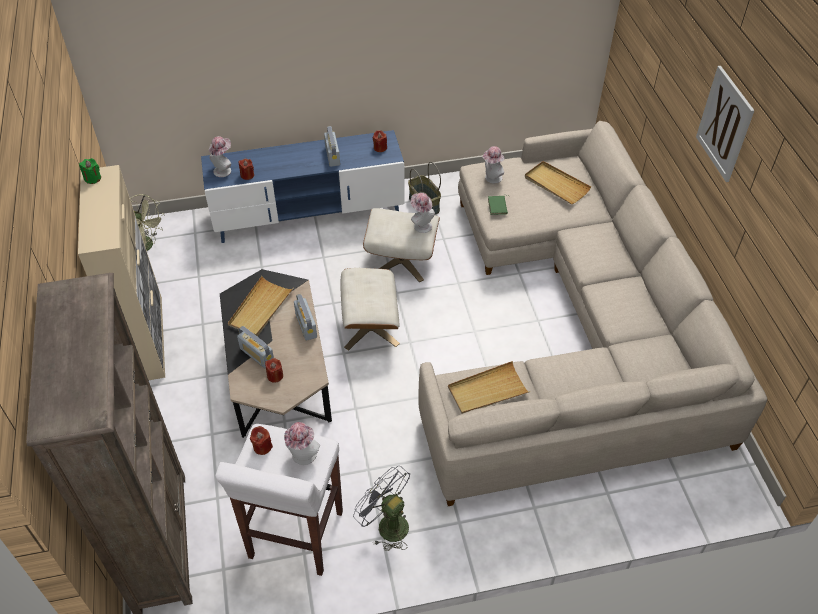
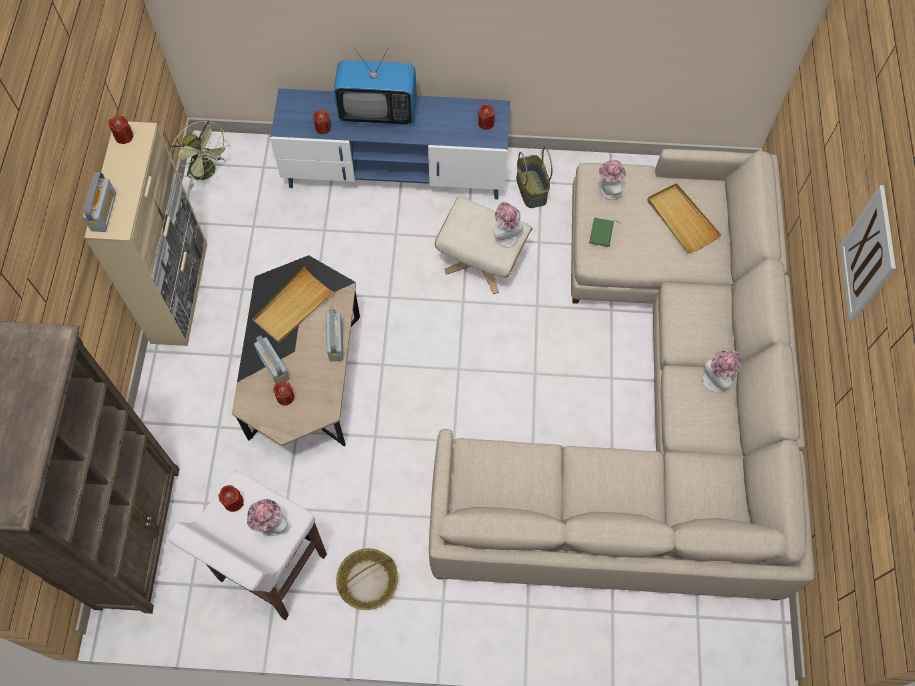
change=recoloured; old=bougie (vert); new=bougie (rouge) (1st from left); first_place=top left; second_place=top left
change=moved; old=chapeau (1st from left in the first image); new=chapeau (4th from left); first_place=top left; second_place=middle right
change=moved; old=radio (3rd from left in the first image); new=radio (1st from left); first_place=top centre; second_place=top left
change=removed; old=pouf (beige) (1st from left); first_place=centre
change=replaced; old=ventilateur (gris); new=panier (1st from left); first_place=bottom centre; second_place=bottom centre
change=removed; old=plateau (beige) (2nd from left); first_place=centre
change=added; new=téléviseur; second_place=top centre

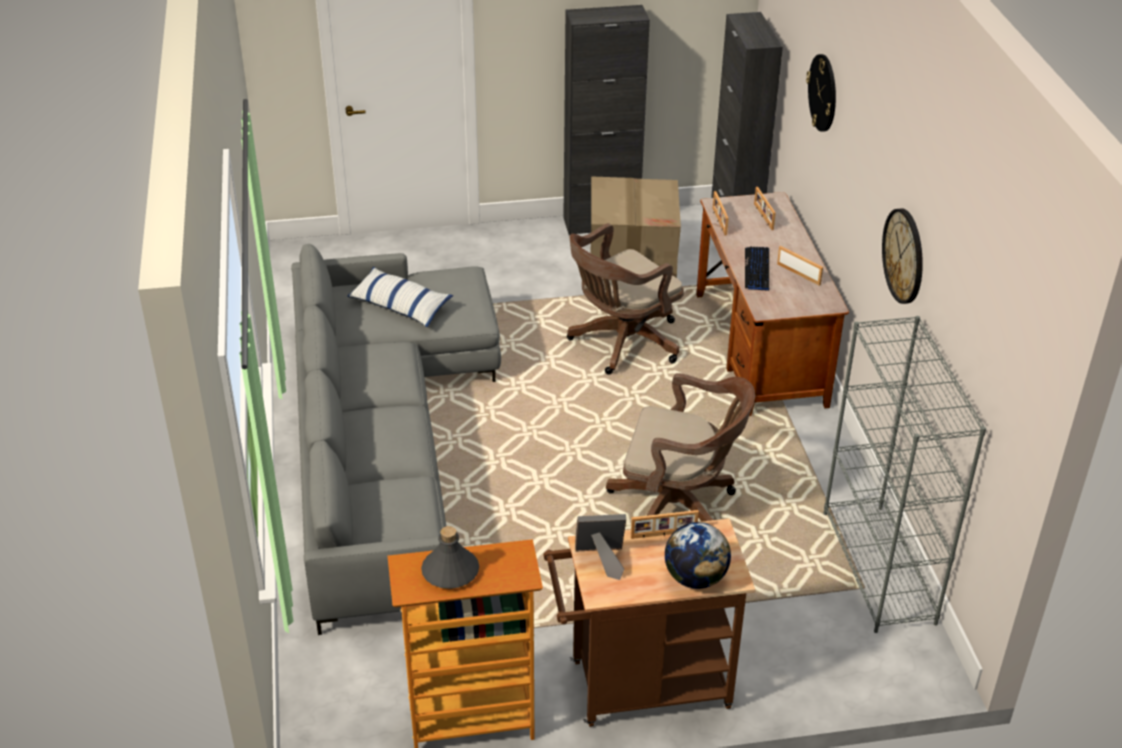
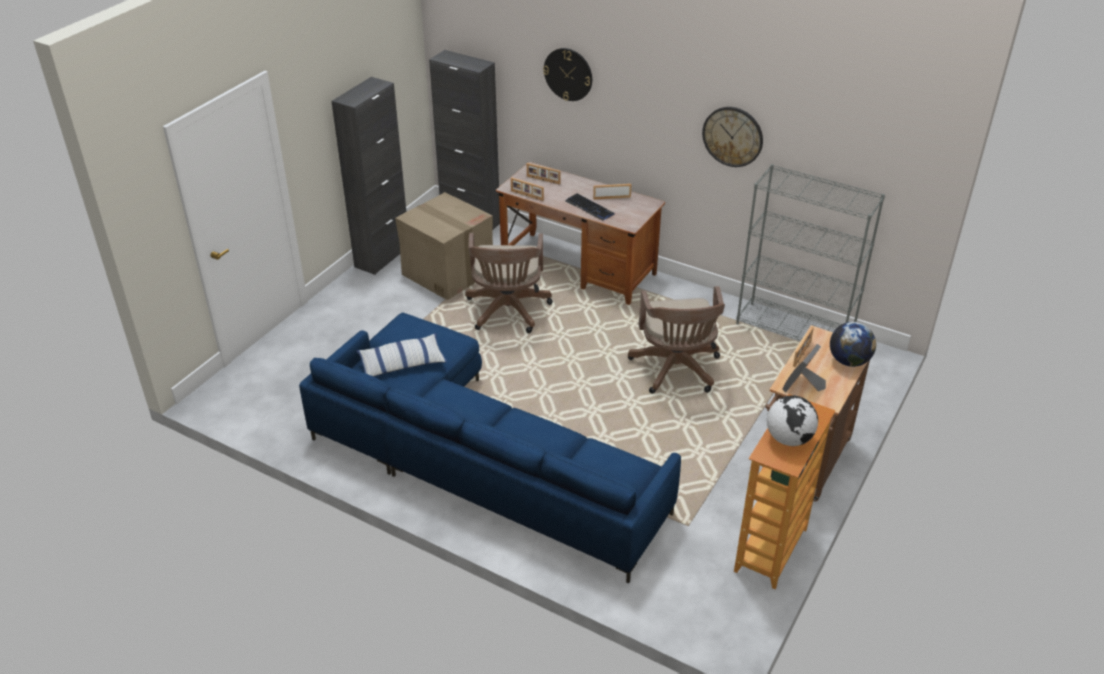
change=recoloured; old=canapé (gris); new=canapé (bleu); first_place=centre; second_place=centre
change=replaced; old=bouteille (gris); new=globe (1st from left); first_place=bottom centre; second_place=middle right
change=turned; old=chaise de bureau (marron) (2nd from left); first_place=centre; second_place=centre; degrees=120

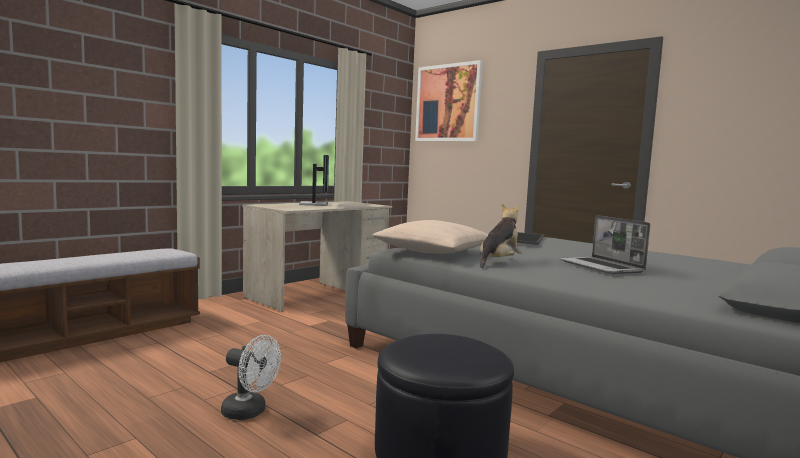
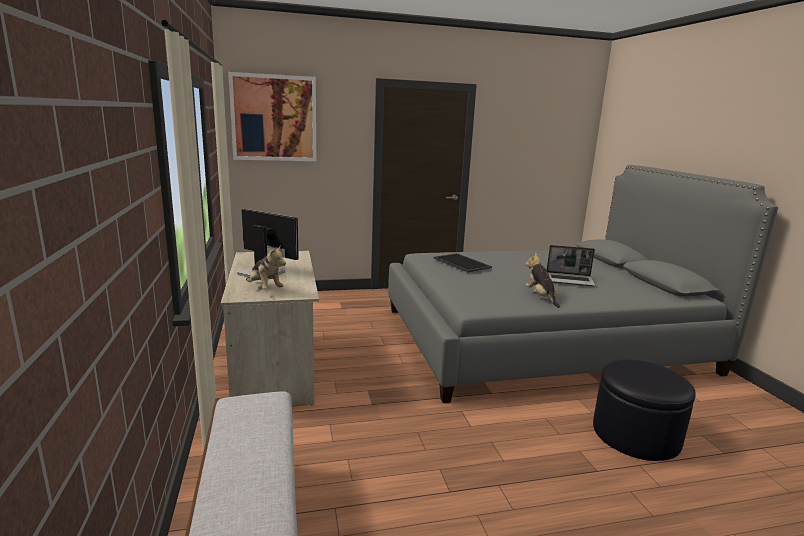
change=removed; old=ventilateur (blanc); first_place=bottom left
change=removed; old=coussin (beige); first_place=centre
change=added; new=peluche (1st from left); second_place=middle left

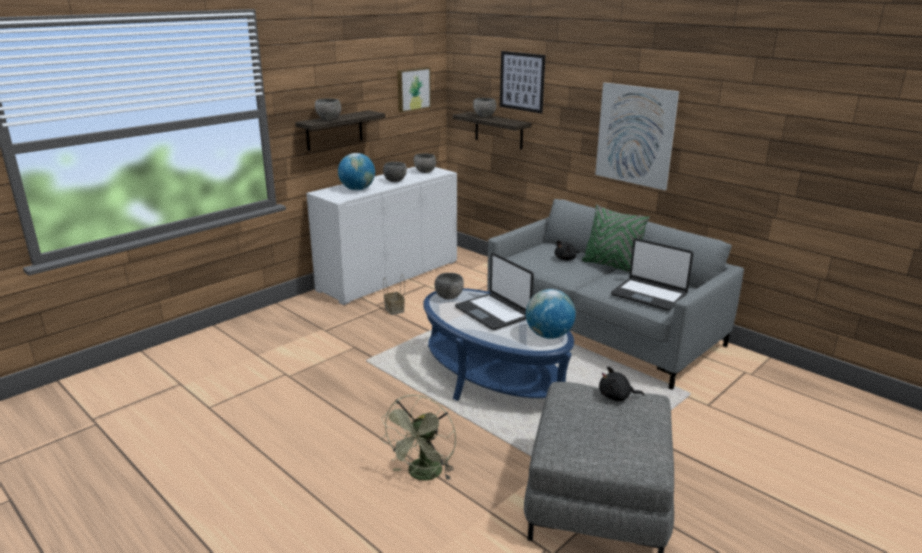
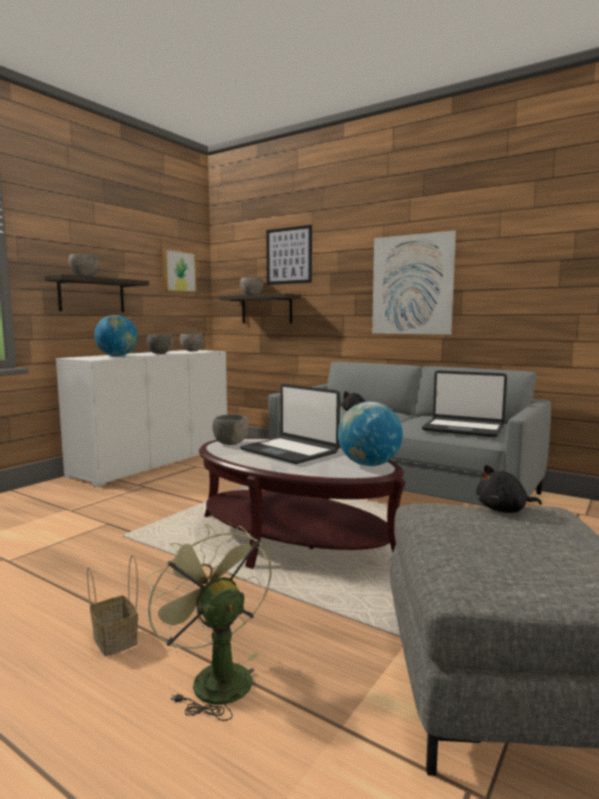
change=turned; old=ventilateur (vert); first_place=bottom centre; second_place=bottom centre; degrees=135
change=moved; old=panier; first_place=centre; second_place=bottom left
change=recoloured; old=table basse (bleu); new=table basse (marron); first_place=centre; second_place=centre
change=removed; old=coussin (vert); first_place=middle right

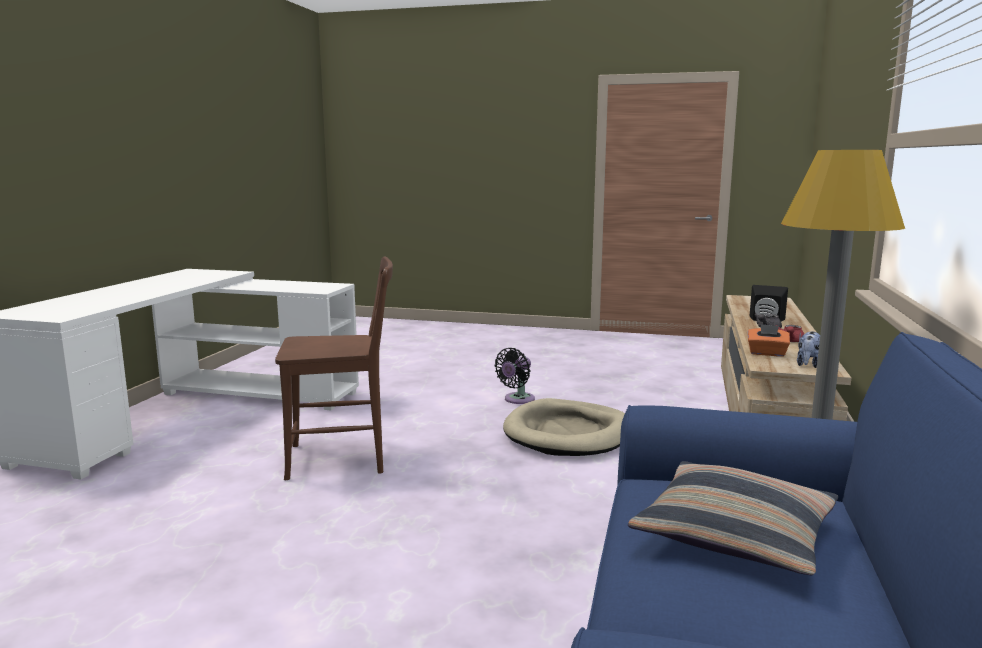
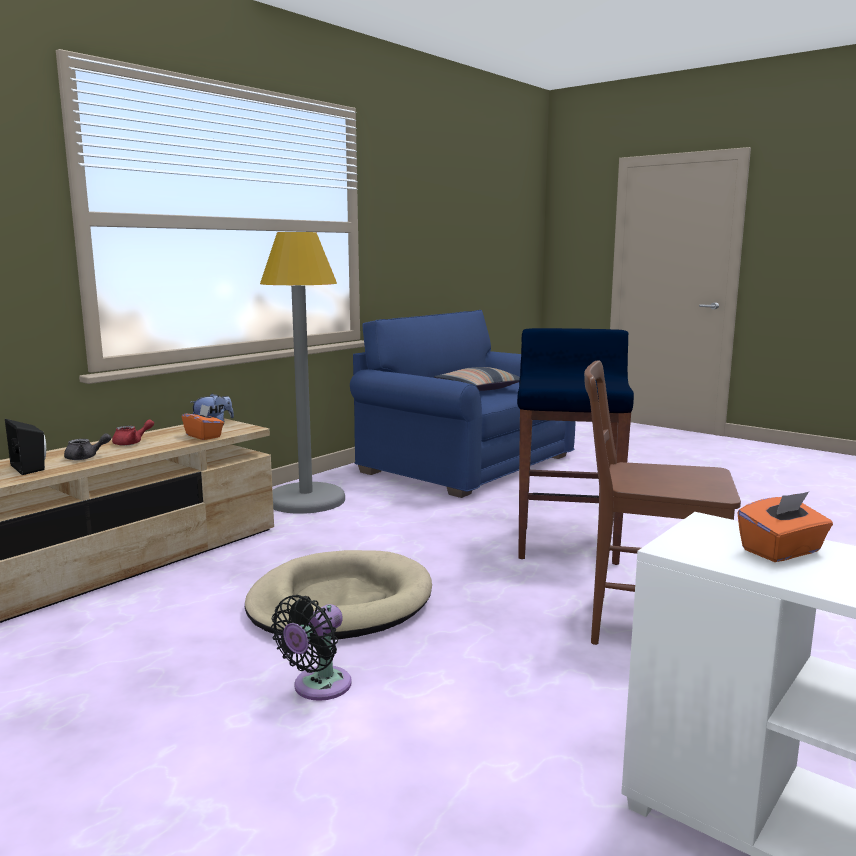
change=turned; old=ventilateur (noir); first_place=centre; second_place=bottom centre; degrees=150
change=added; new=tabouret (bleu); second_place=middle right
change=added; new=boîte à mouchoirs (orange) (2nd from left); second_place=middle right

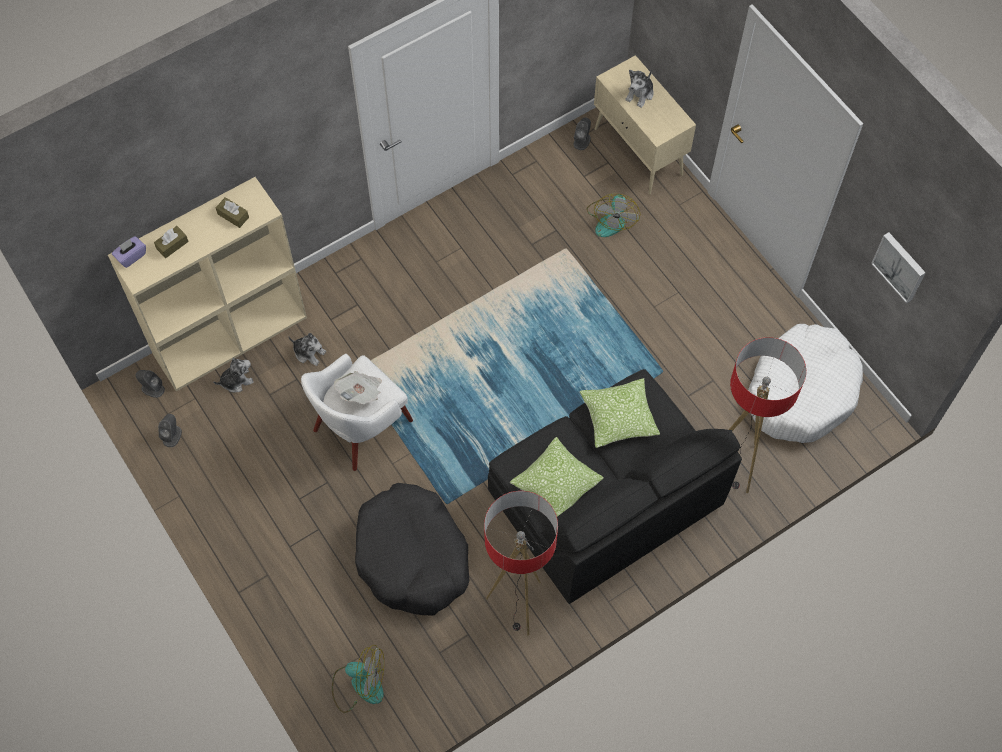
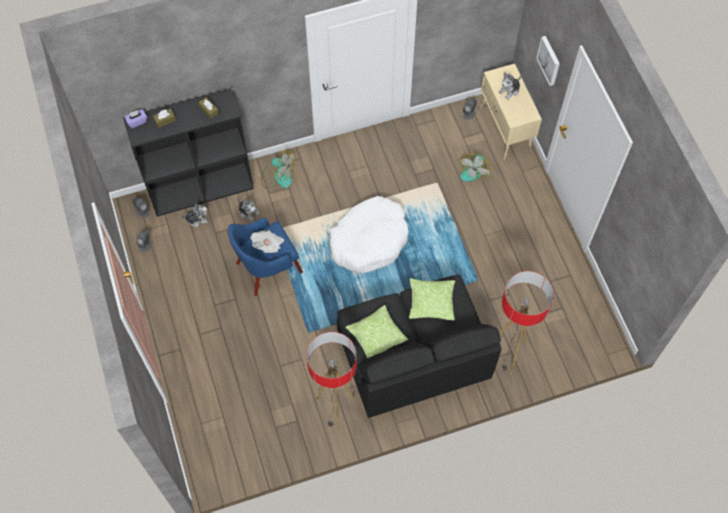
change=recoloured; old=bibliothèque (beige); new=bibliothèque (noir); first_place=middle left; second_place=top left
change=recoloured; old=fauteuil (blanc); new=fauteuil (bleu); first_place=centre; second_place=centre
change=moved; old=ventilateur (1st from left); first_place=bottom centre; second_place=top centre
change=removed; old=panier pour chien (noir); first_place=bottom centre
change=moved; old=panier pour chien (blanc); first_place=middle right; second_place=centre
change=moved; old=tableau; first_place=middle right; second_place=top right

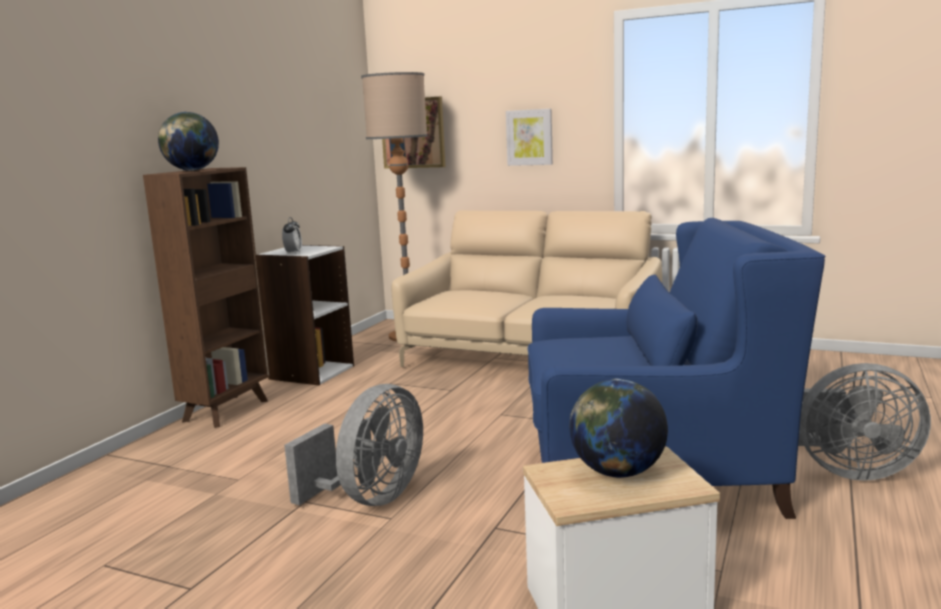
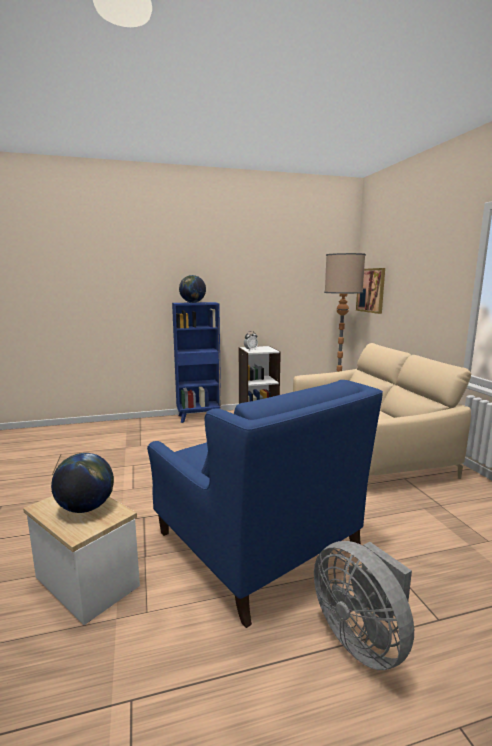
change=recoloured; old=bibliothèque (marron); new=bibliothèque (bleu); first_place=middle left; second_place=centre
change=removed; old=ventilateur (gris) (1st from left); first_place=bottom centre
change=removed; old=tableau (2nd from left); first_place=top centre

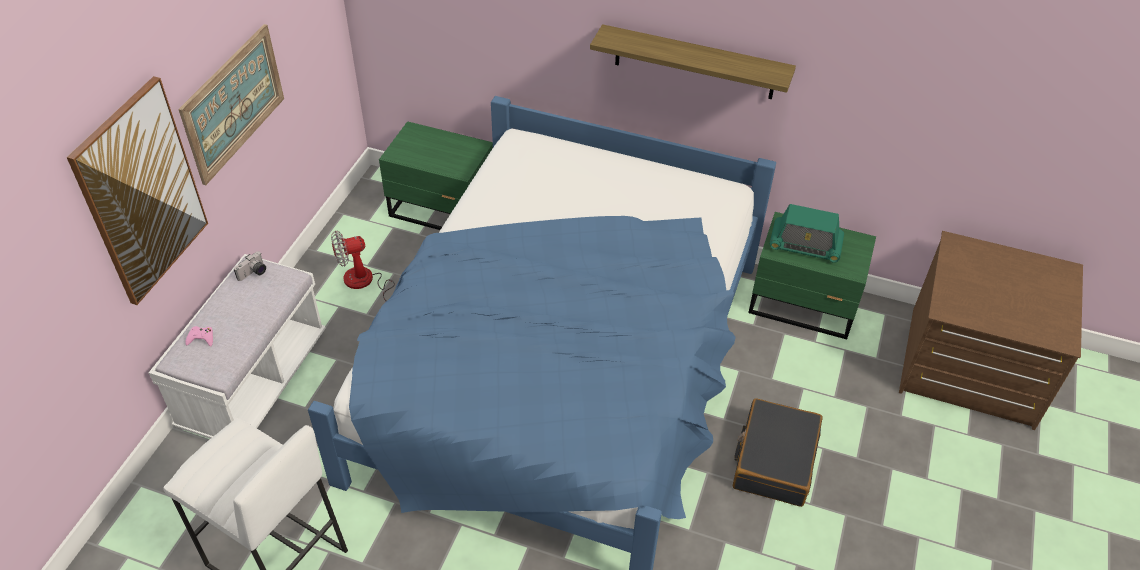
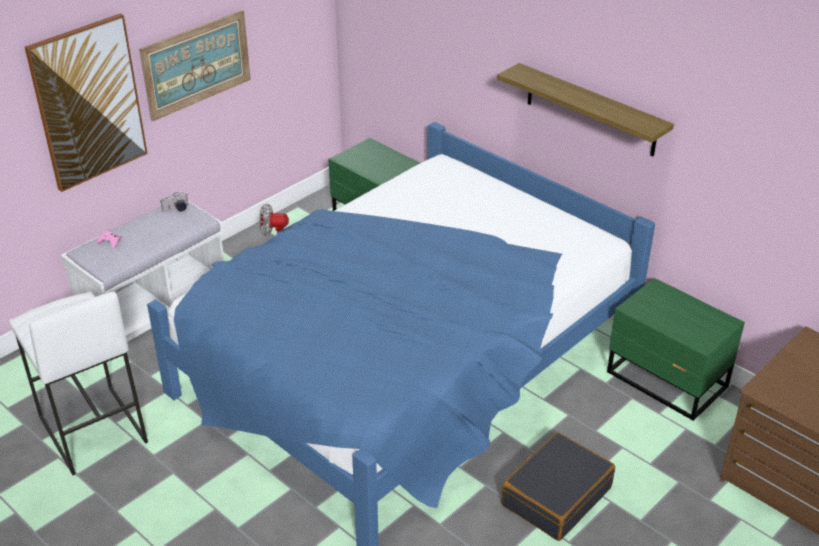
change=removed; old=radio; first_place=middle right

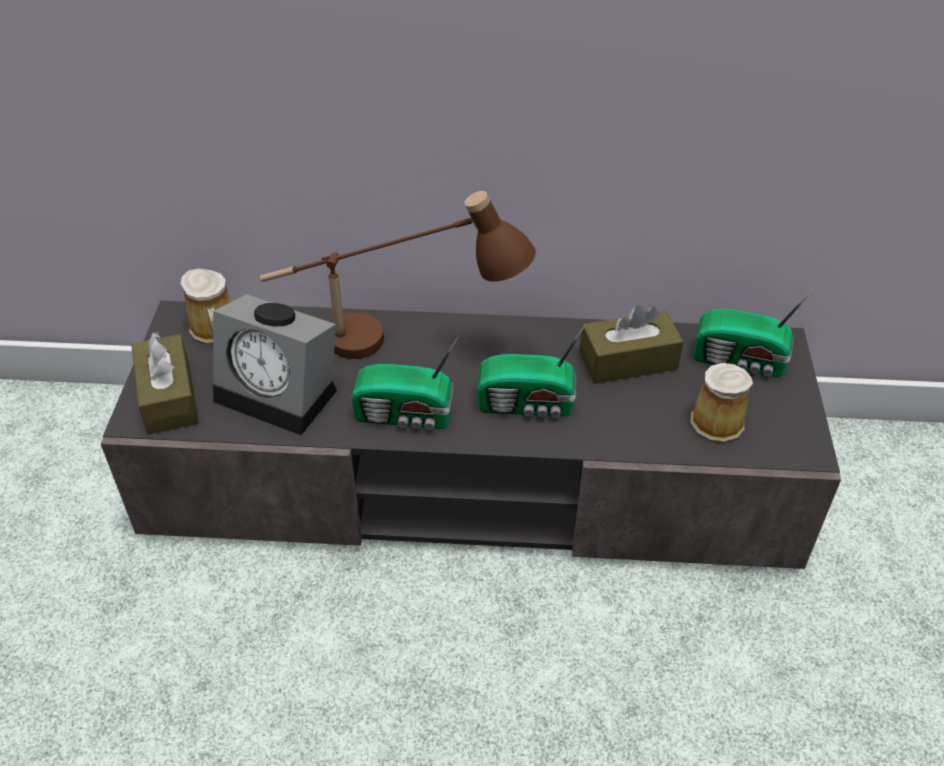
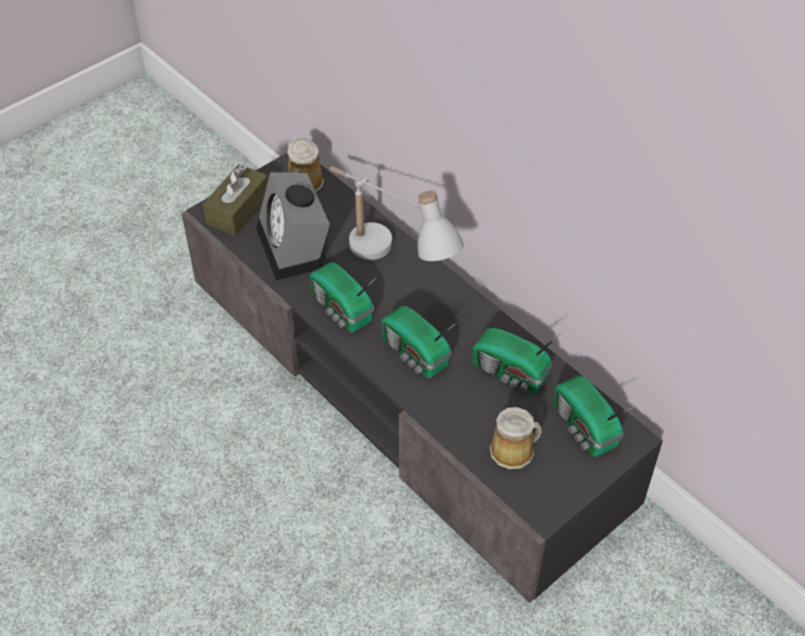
change=recoloured; old=lampe de table (marron); new=lampe de table (blanc); first_place=centre; second_place=centre
change=replaced; old=boîte à mouchoirs (marron) (2nd from left); new=radio (3rd from left); first_place=middle right; second_place=centre

